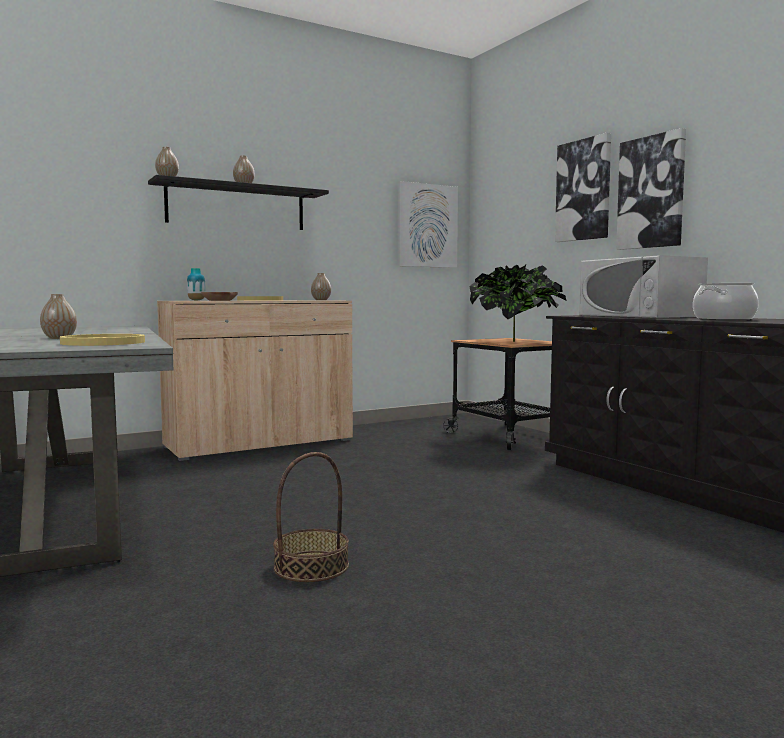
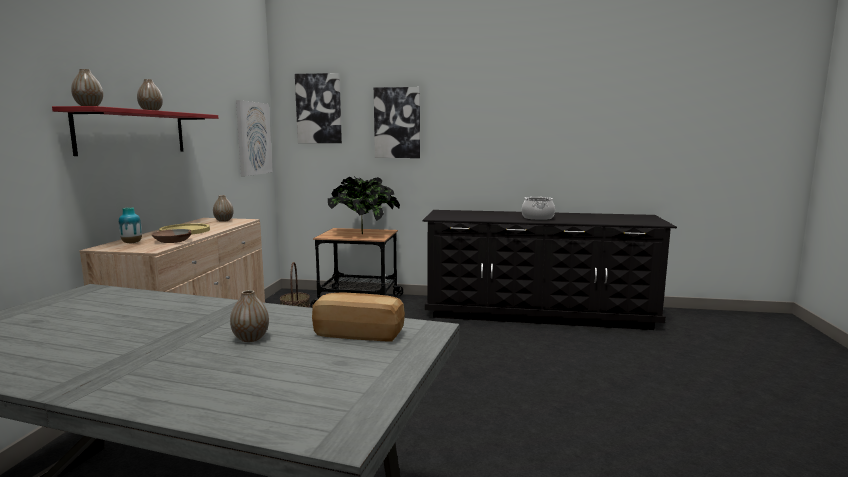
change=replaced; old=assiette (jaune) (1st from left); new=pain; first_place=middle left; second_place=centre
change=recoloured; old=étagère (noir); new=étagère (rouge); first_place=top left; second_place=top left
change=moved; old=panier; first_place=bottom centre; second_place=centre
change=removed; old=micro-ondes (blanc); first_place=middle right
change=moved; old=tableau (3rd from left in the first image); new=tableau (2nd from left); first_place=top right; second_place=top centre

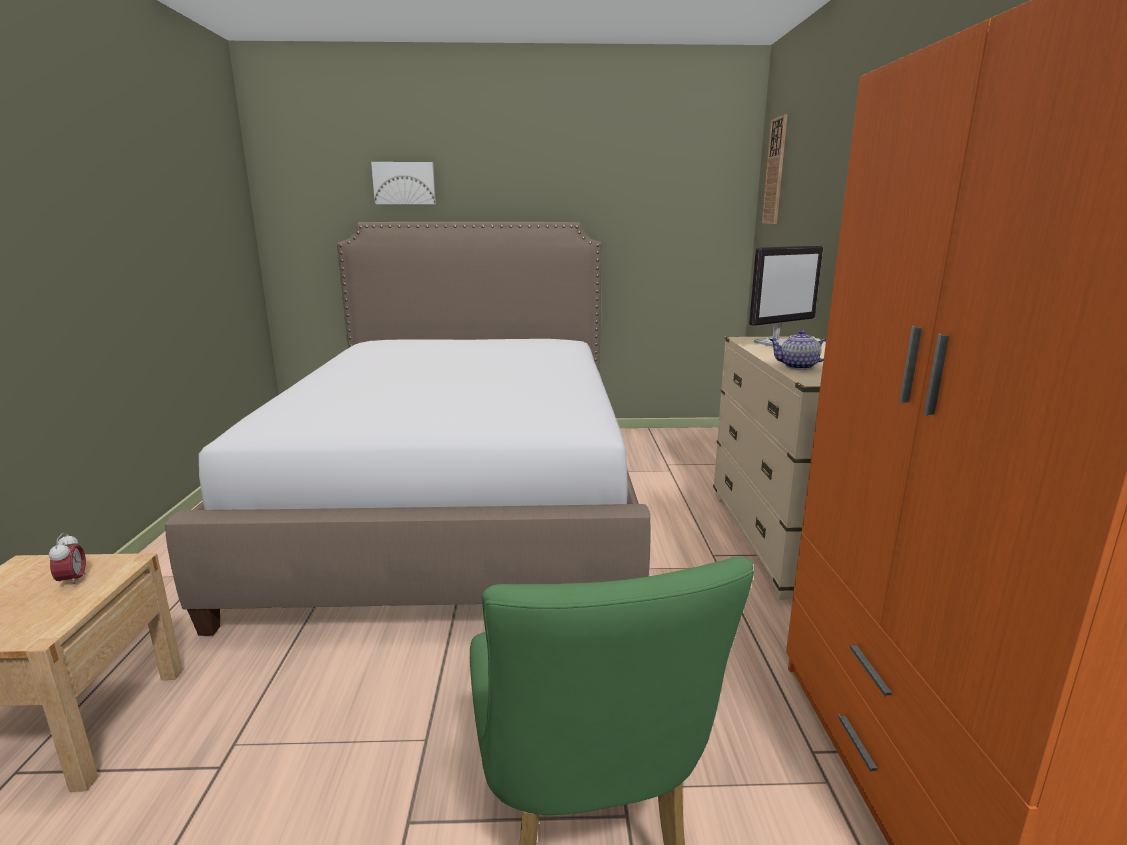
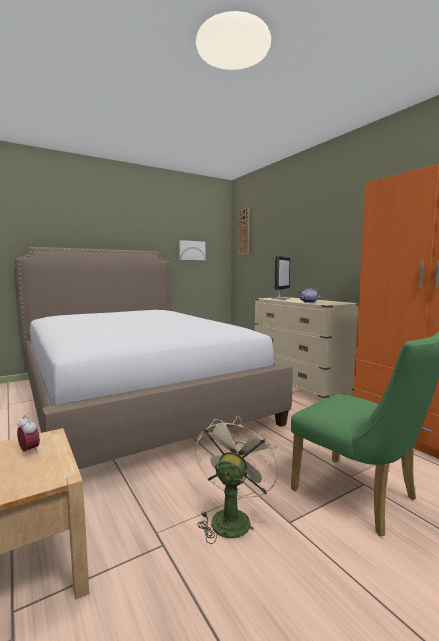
change=moved; old=tableau; first_place=top centre; second_place=centre
change=added; new=ventilateur (beige); second_place=bottom centre

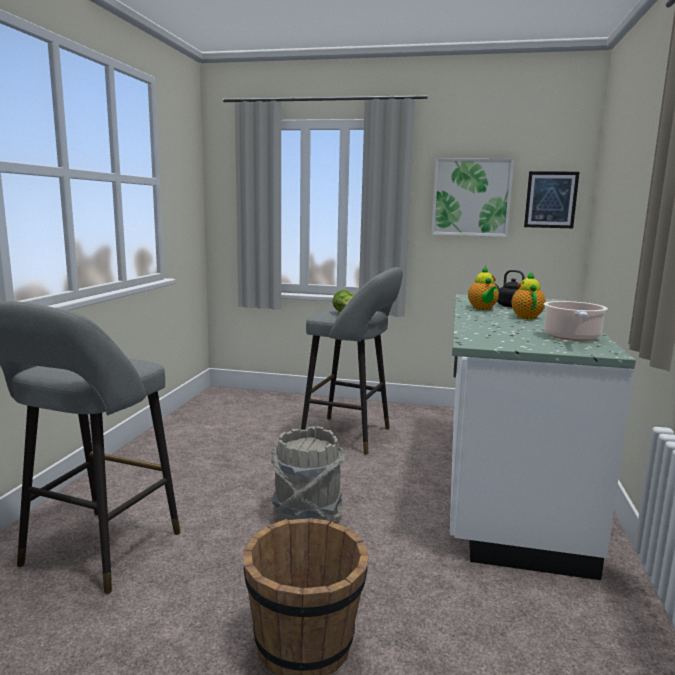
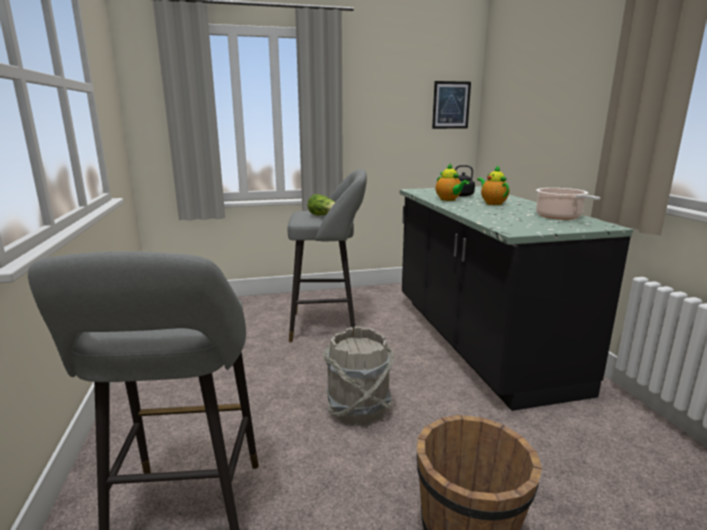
change=removed; old=tableau (1st from left); first_place=top right
change=recoloured; old=comptoir de cuisine (blanc); new=comptoir de cuisine (noir); first_place=middle right; second_place=middle right

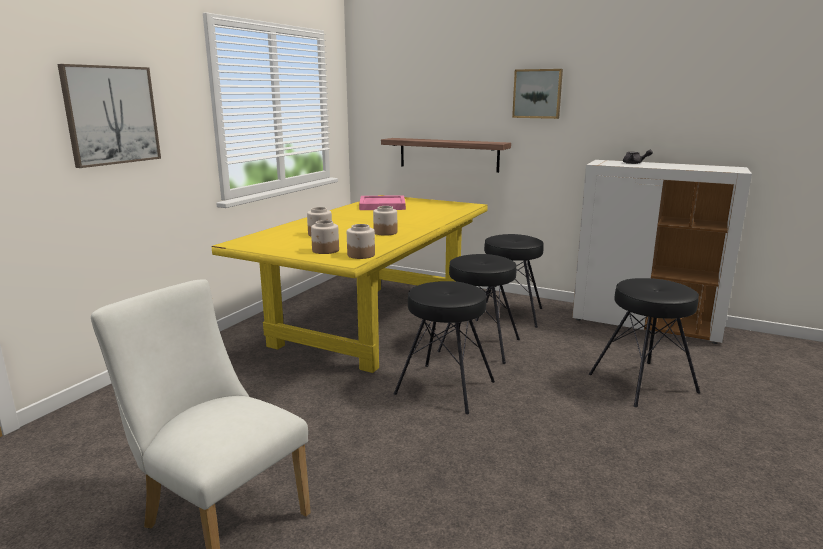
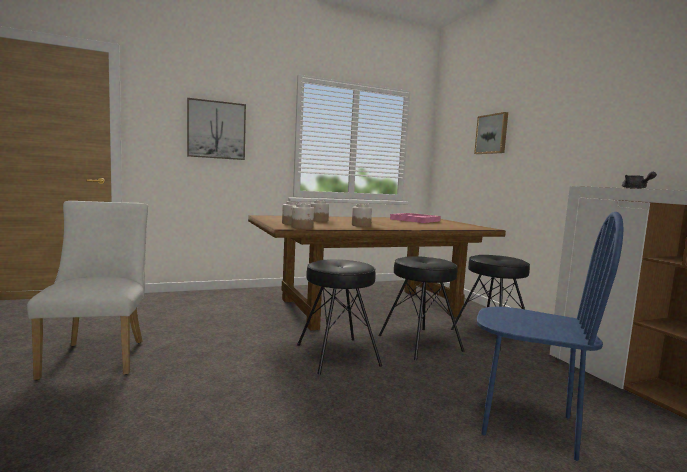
change=recoloured; old=table à manger (jaune); new=table à manger (marron); first_place=centre; second_place=centre
change=removed; old=étagère; first_place=top centre
change=moved; old=tableau (2nd from left); first_place=top centre; second_place=top right
change=replaced; old=tabouret (noir) (4th from left); new=chaise (bleu); first_place=middle right; second_place=bottom right

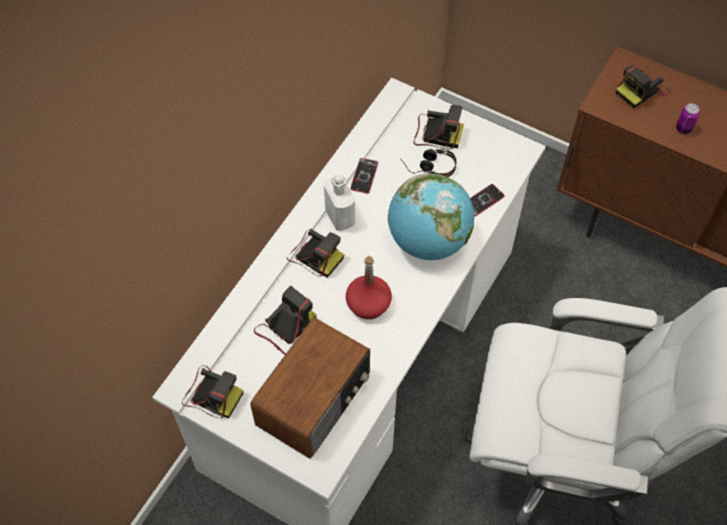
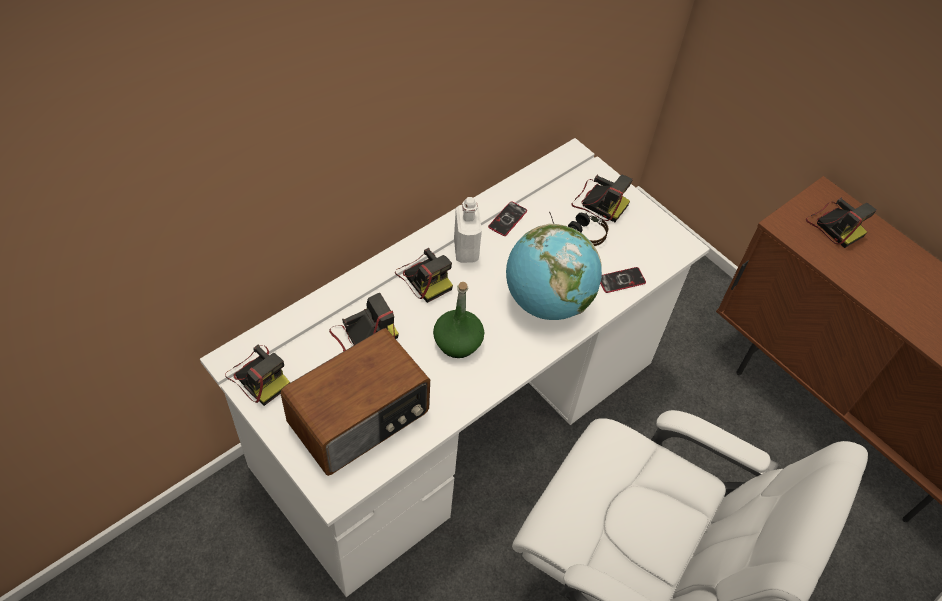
change=recoloured; old=bouteille (rouge); new=bouteille (vert); first_place=centre; second_place=centre
change=turned; old=appareil photo (5th from left); first_place=top right; second_place=middle right; degrees=-105
change=removed; old=boîte métallique; first_place=top right

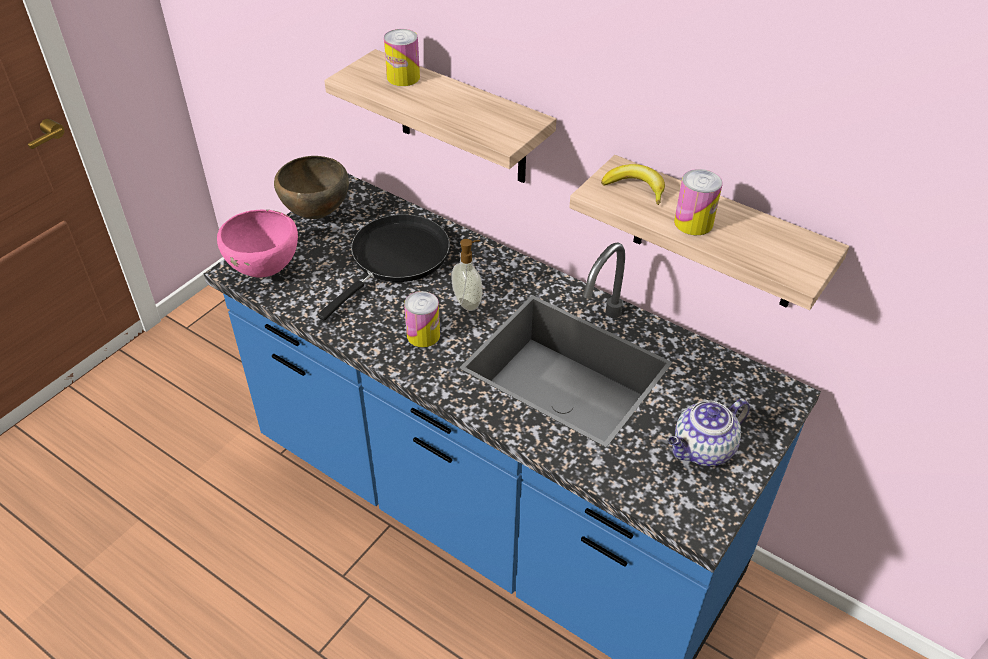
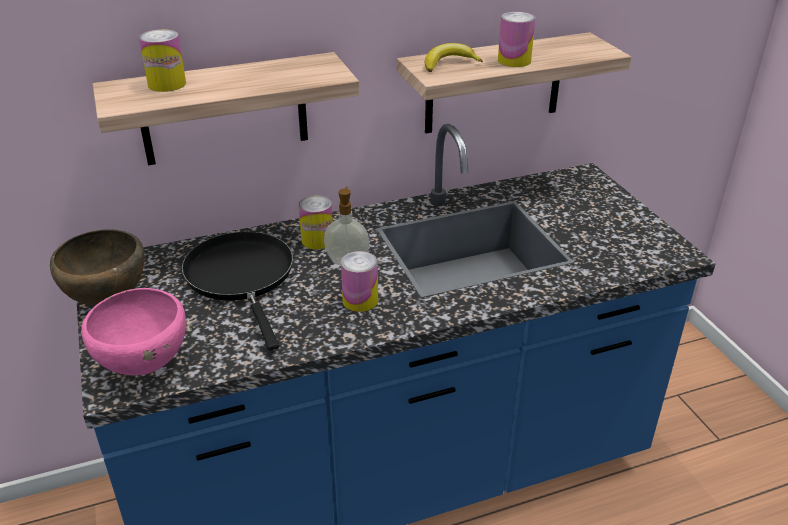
change=removed; old=théière; first_place=middle right
change=added; new=boîte métallique (2nd from left); second_place=centre

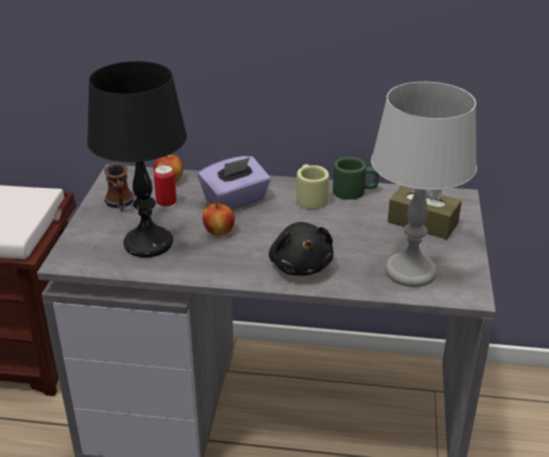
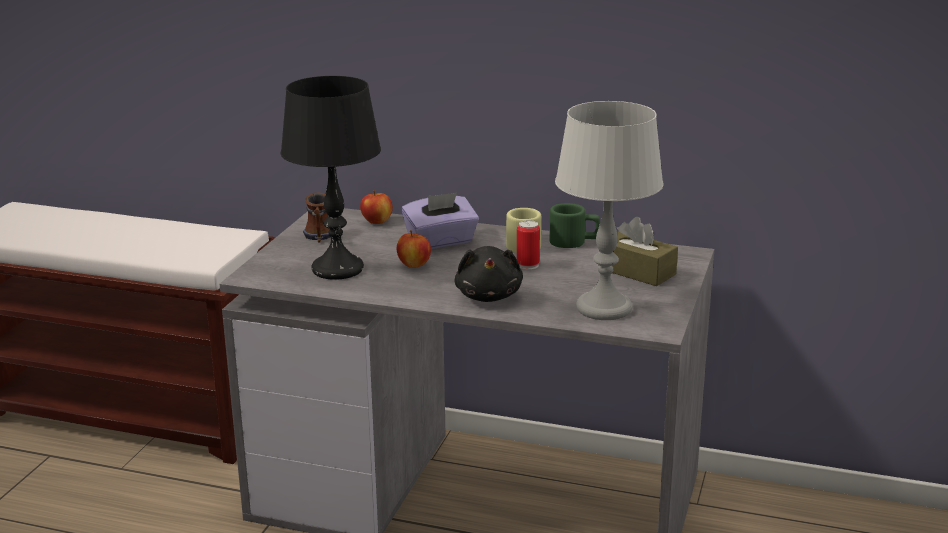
change=moved; old=boîte métallique; first_place=middle left; second_place=centre

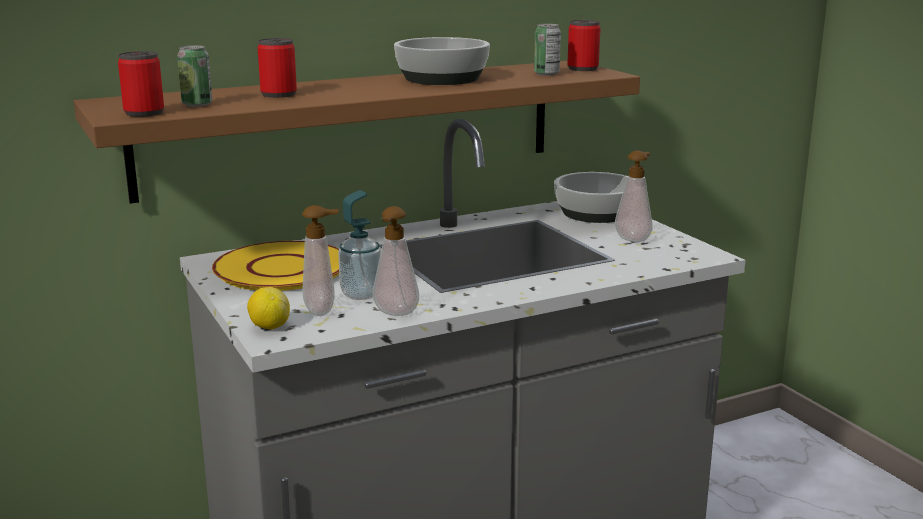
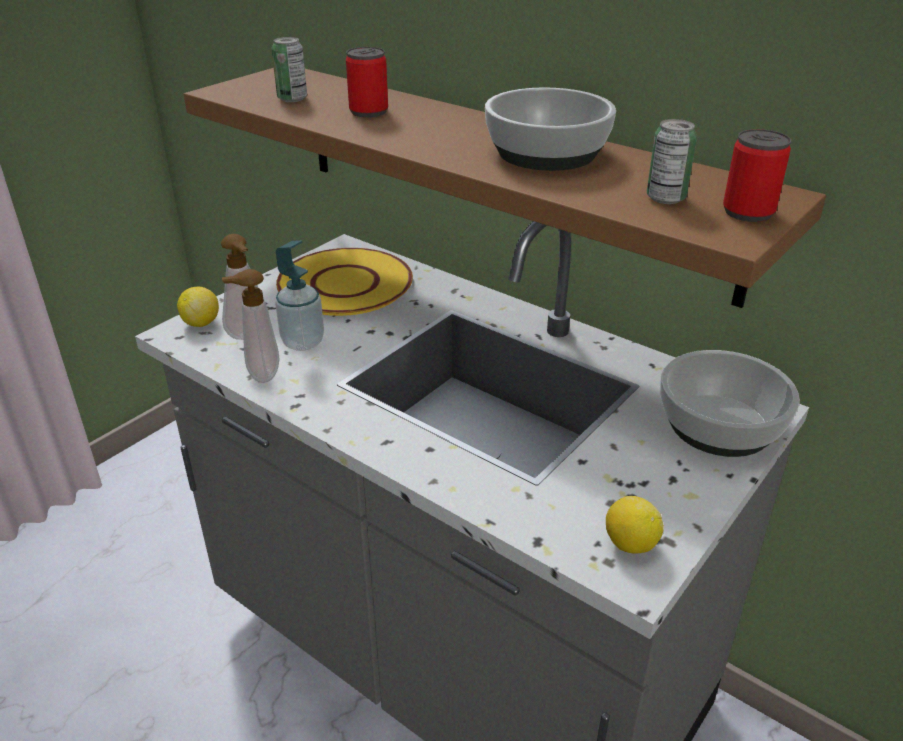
change=removed; old=boîte métallique (1st from left); first_place=top left
change=removed; old=distributeur de savon (4th from left); first_place=middle right
change=added; new=citron (2nd from left); second_place=bottom right

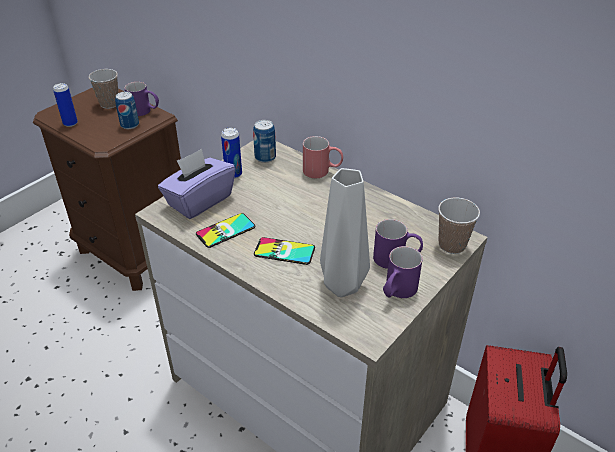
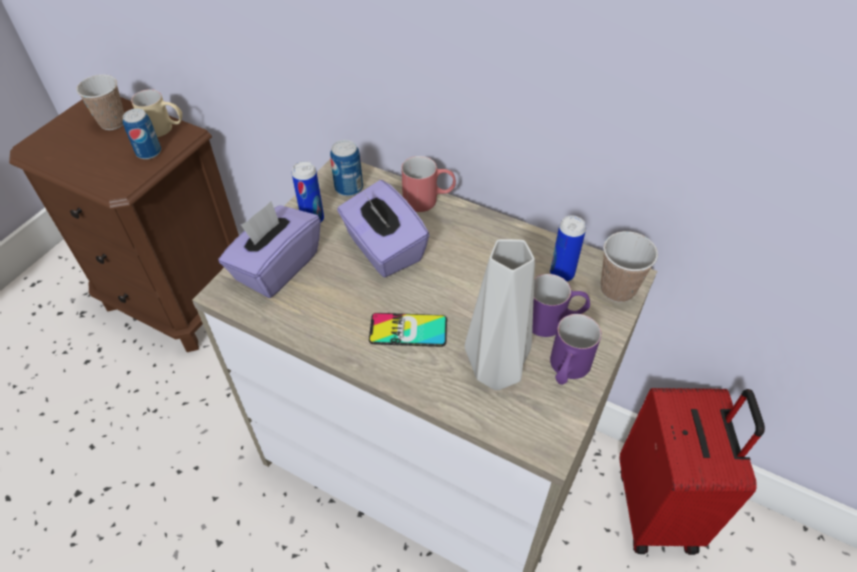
change=moved; old=boîte métallique (1st from left in the first image); new=boîte métallique (4th from left); first_place=top left; second_place=centre
change=recoloured; old=mug (violet) (1st from left); new=mug (beige); first_place=top left; second_place=top left
change=removed; old=téléphone (1st from left); first_place=centre
change=added; new=boîte à mouchoirs (violet) (2nd from left); second_place=centre

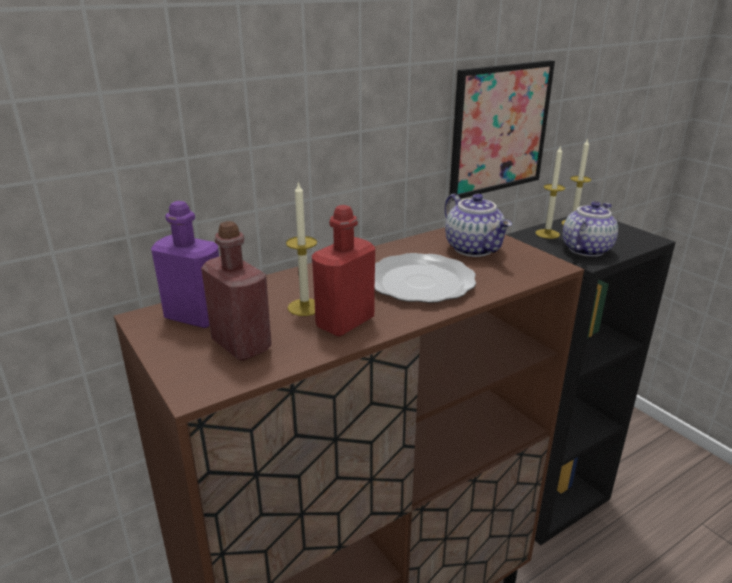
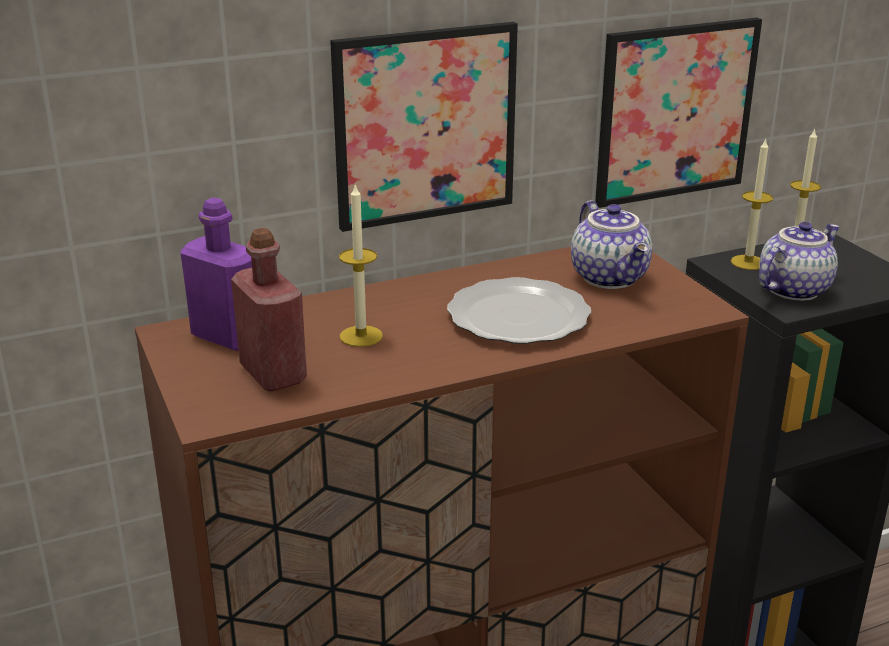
change=removed; old=bouteille (rouge) (2nd from left); first_place=centre
change=added; new=tableau (1st from left); second_place=top centre

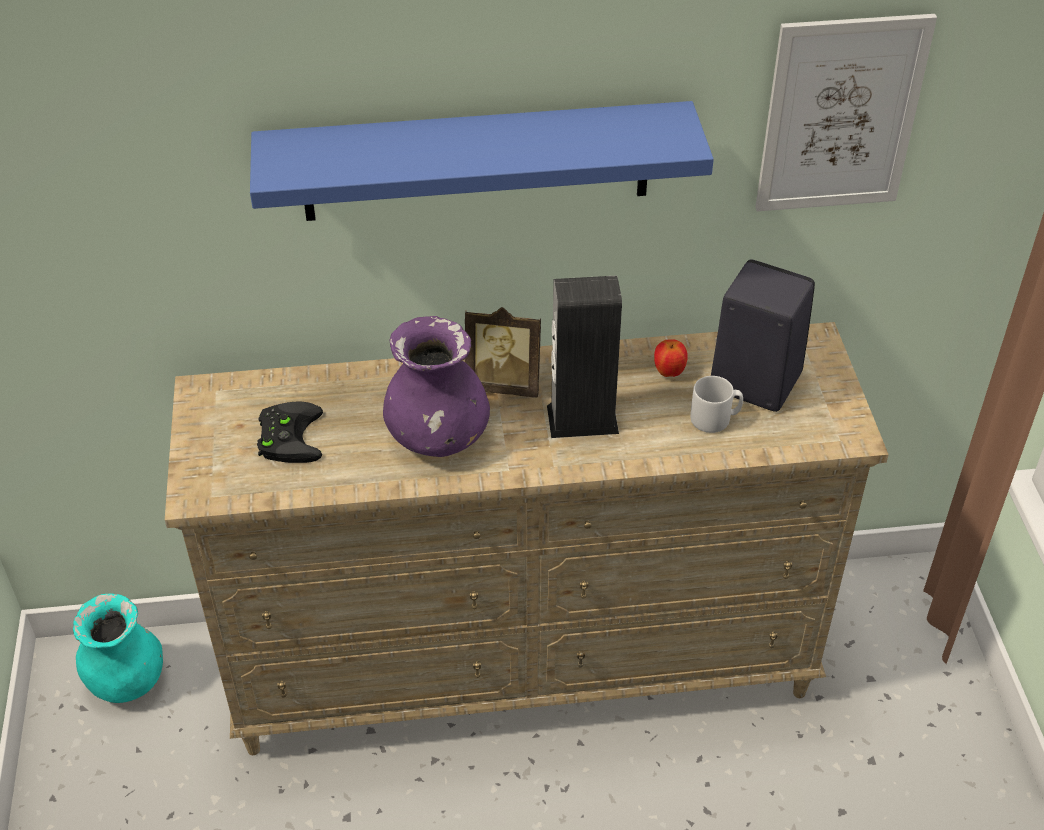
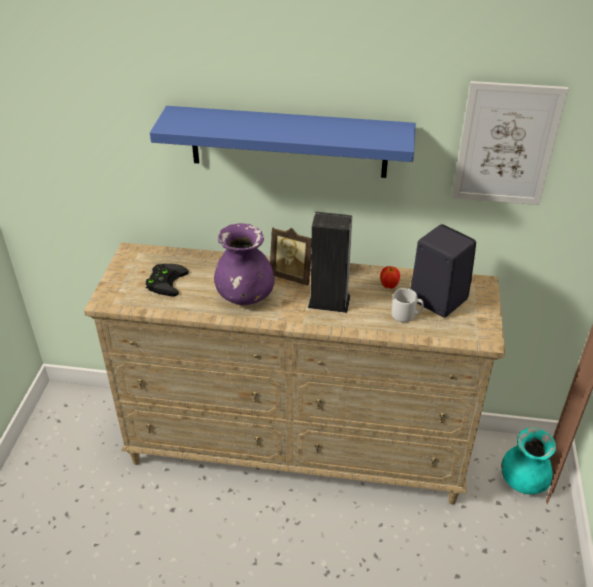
change=moved; old=vase (turquoise); first_place=bottom left; second_place=bottom right

